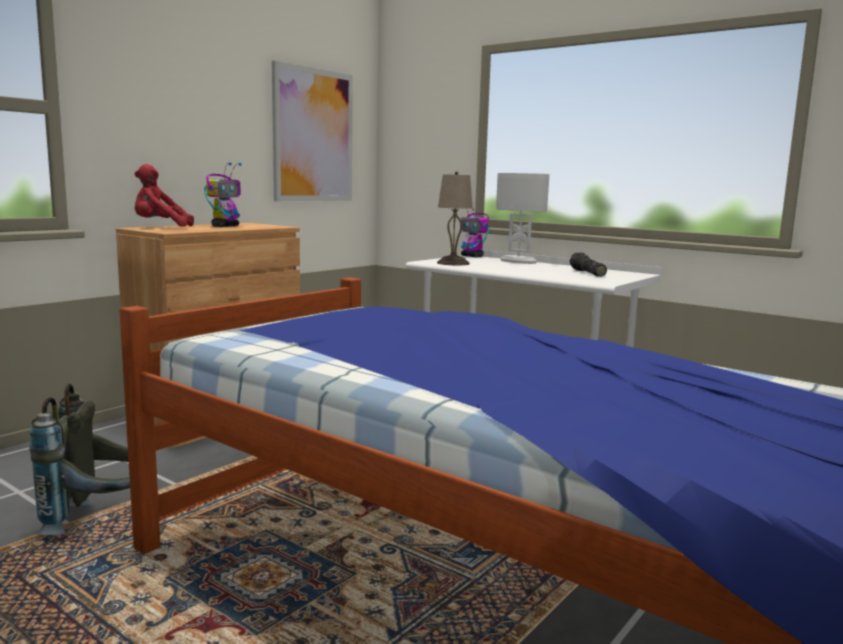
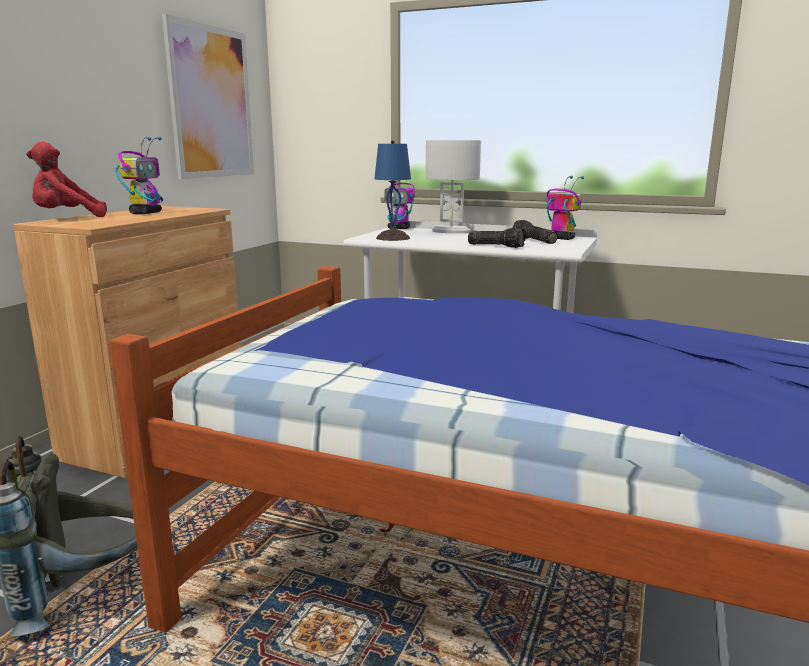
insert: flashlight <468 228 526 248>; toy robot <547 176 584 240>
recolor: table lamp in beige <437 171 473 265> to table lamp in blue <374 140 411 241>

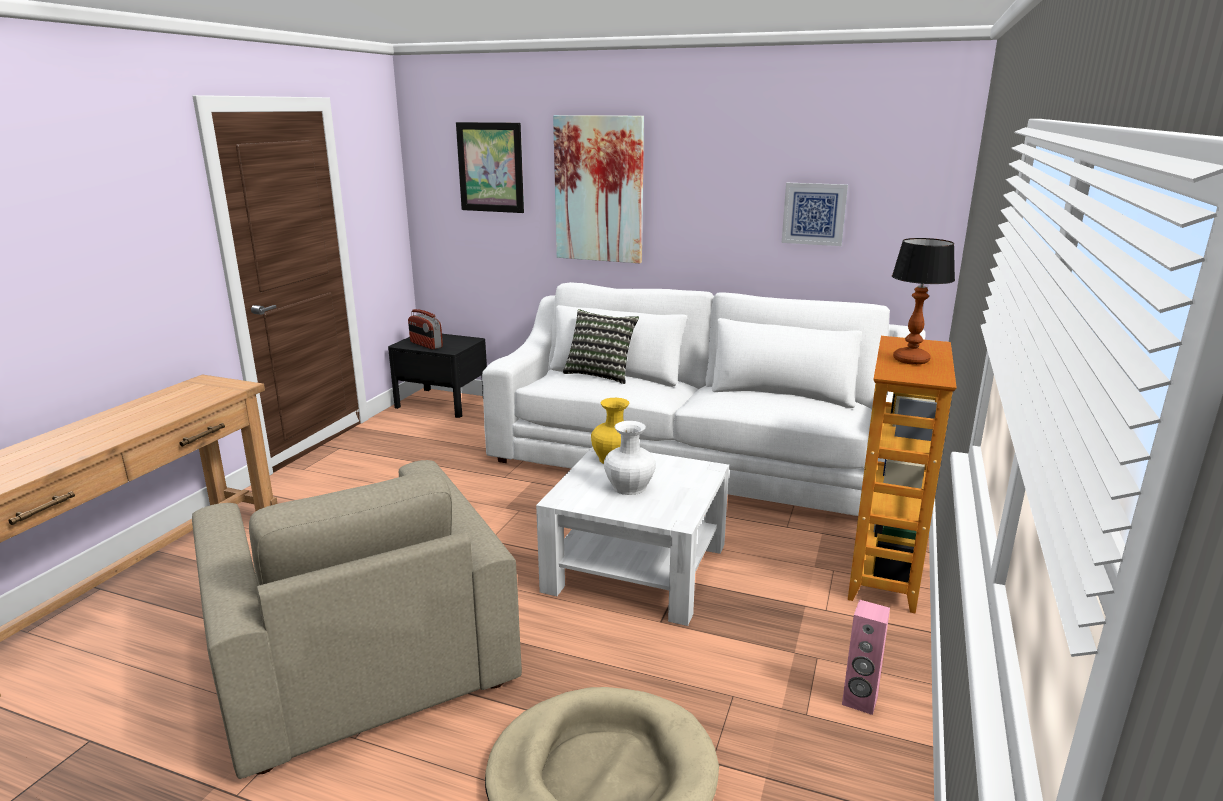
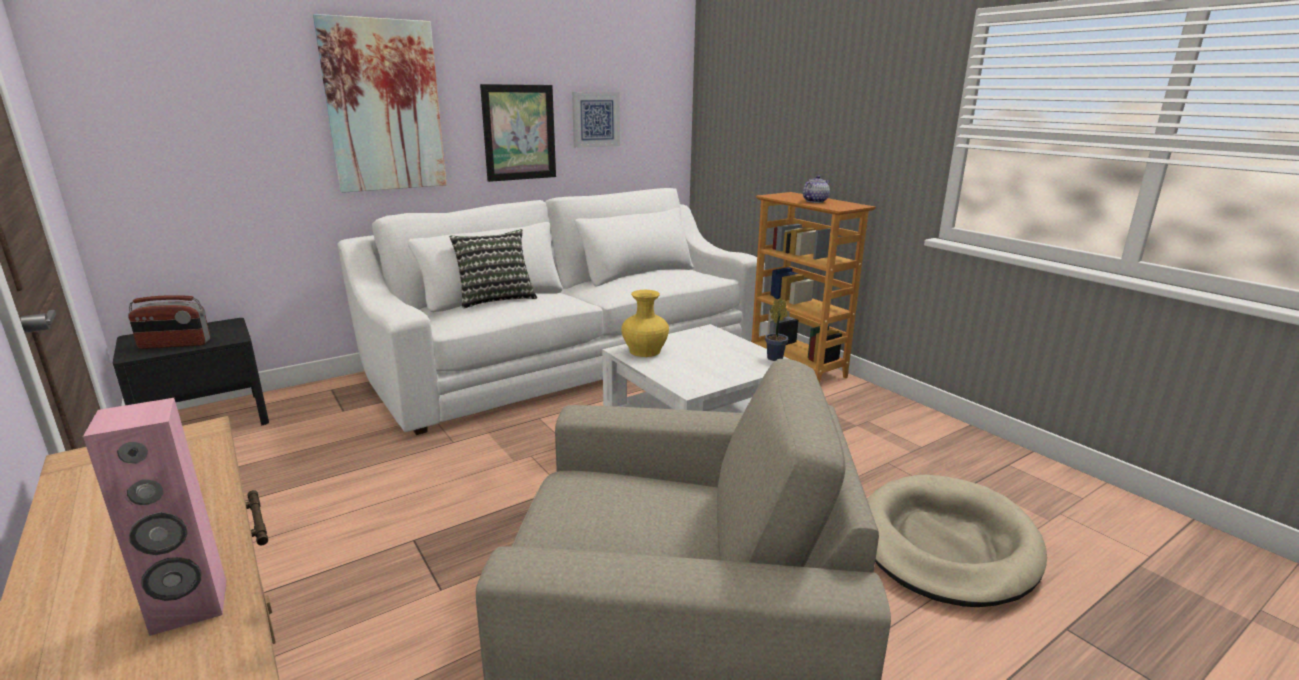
delete: vase in white <604 421 656 495>
insert: potted plant <765 298 788 361>
move: speaker in pink <842 600 890 715> to <83 398 226 636>; picture <456 122 524 213> to <480 84 556 182>
replace: table lamp <892 238 955 365> to teapot <803 175 830 203>

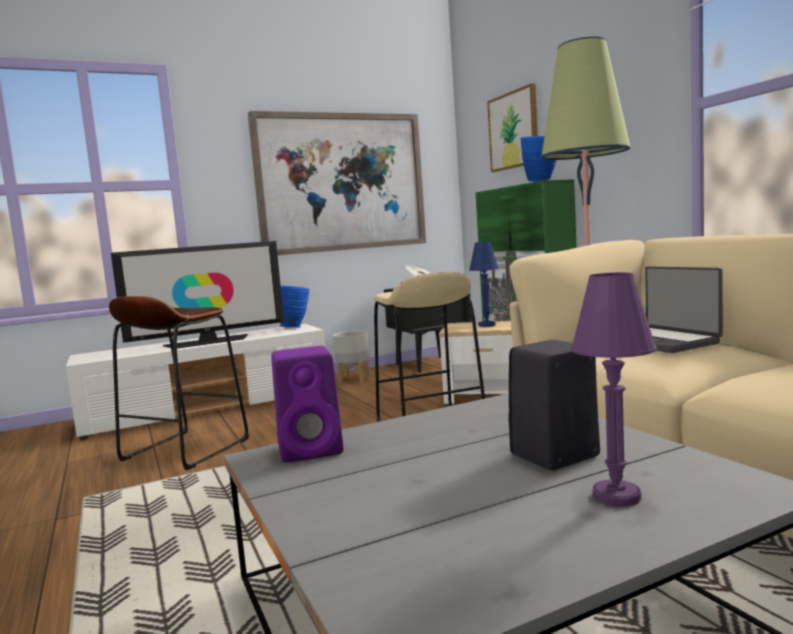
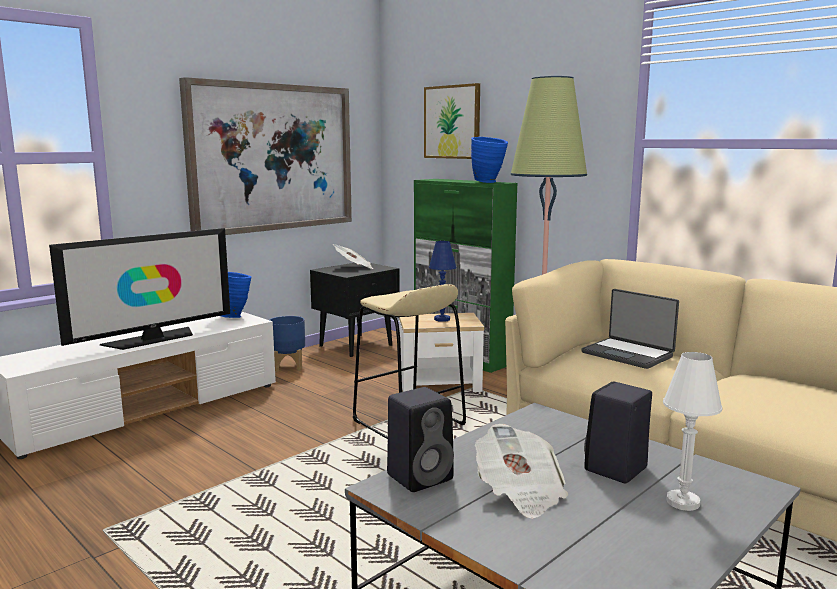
delete: stool in brown <109 296 249 470>
insert: newspaper <475 424 568 519>
recolor: planter in grey <333 331 370 384> to planter in blue <269 316 305 372>; speaker in purple <271 346 343 463> to speaker in black <387 387 454 492>; table lamp in purple <571 272 657 507> to table lamp in white <663 352 722 511>

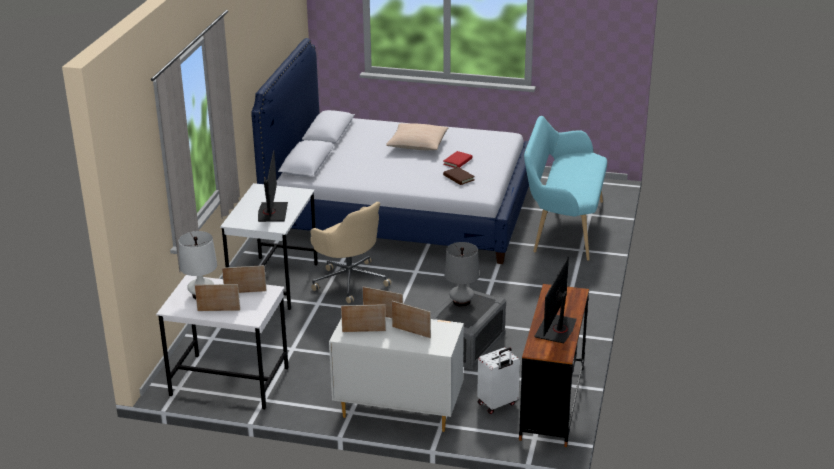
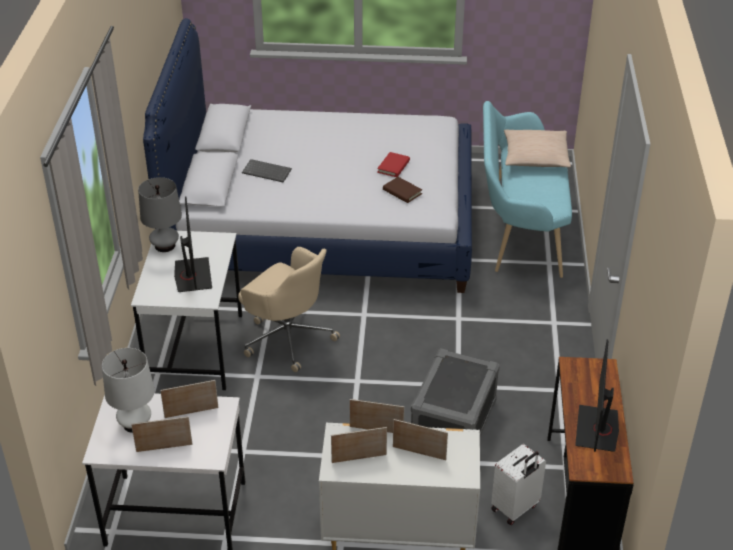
insert: keyboard <242 159 292 182>
move: table lamp in grey <445 242 479 307> to <138 177 182 252>; pillow in beige <386 123 448 150> to <504 130 571 167>

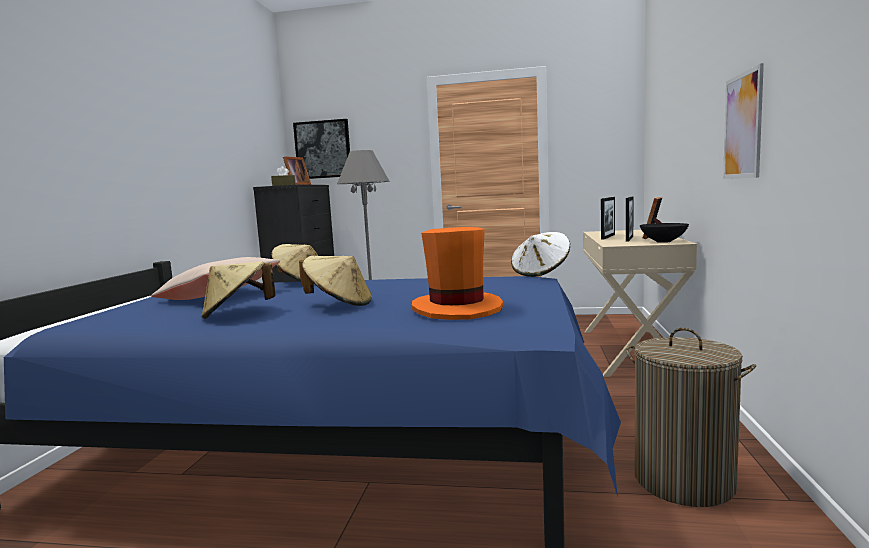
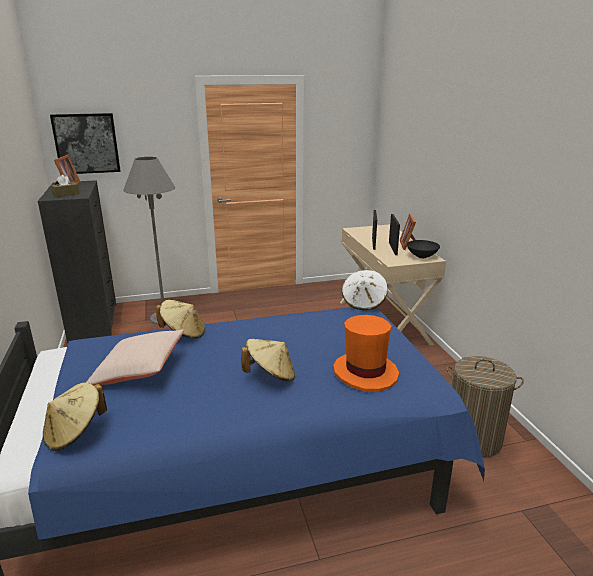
delete: picture <723 63 764 179>
move: hat in beige <201 261 276 319> to <43 382 107 451>

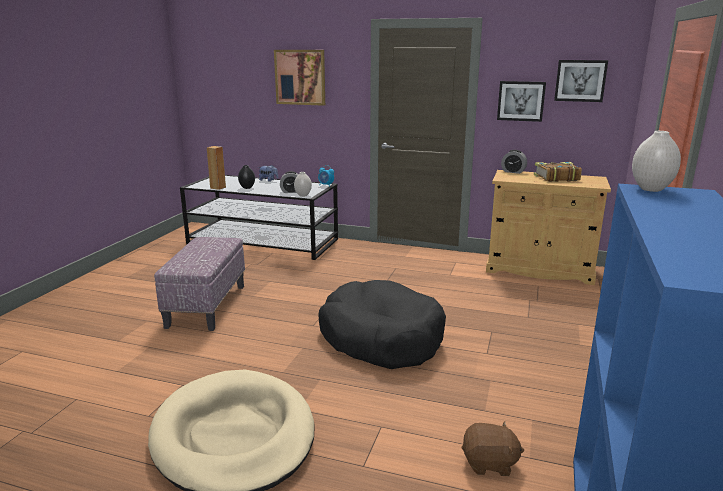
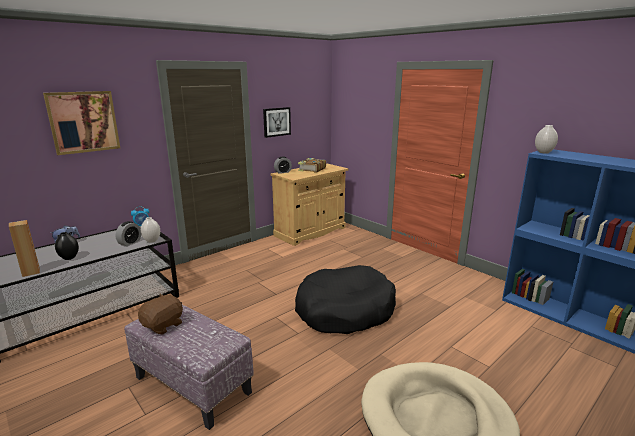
delete: picture <554 60 608 102>
move: plush toy in brown <462 422 524 476> to <138 294 183 335>

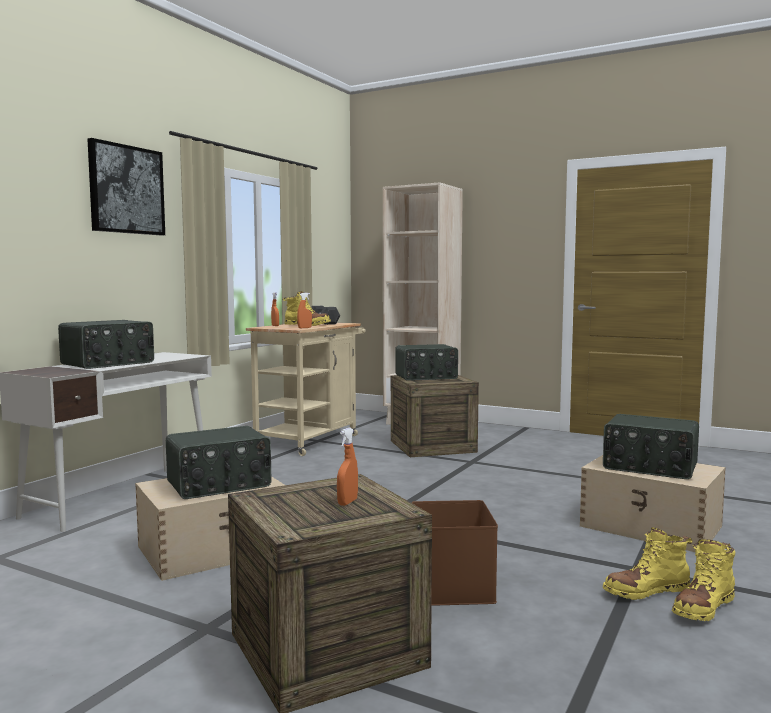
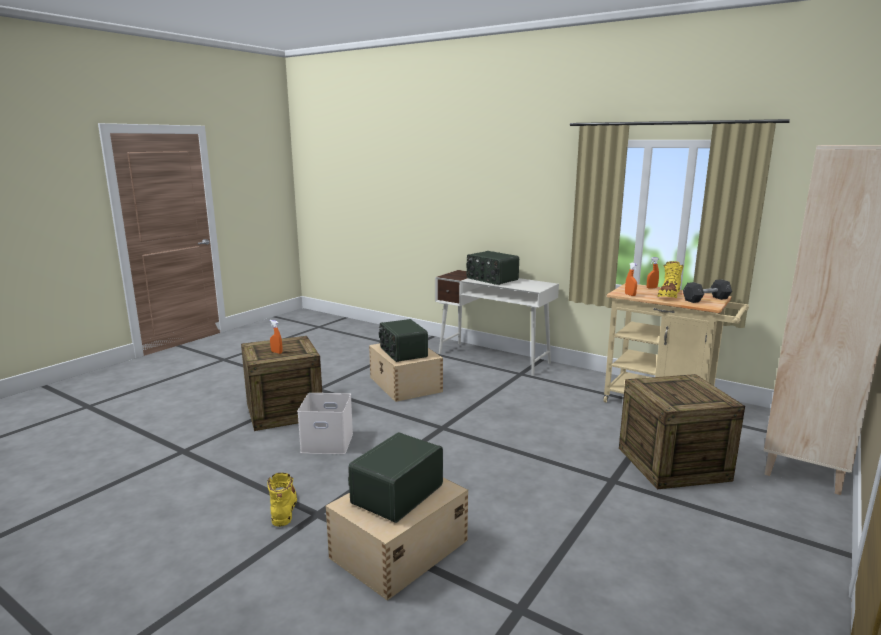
delete: picture <87 138 165 236>; radio <395 344 458 381>; boot in yellow <672 539 735 621>
recolor: storage box in brown <412 500 498 606> to storage box in white <297 393 353 454>

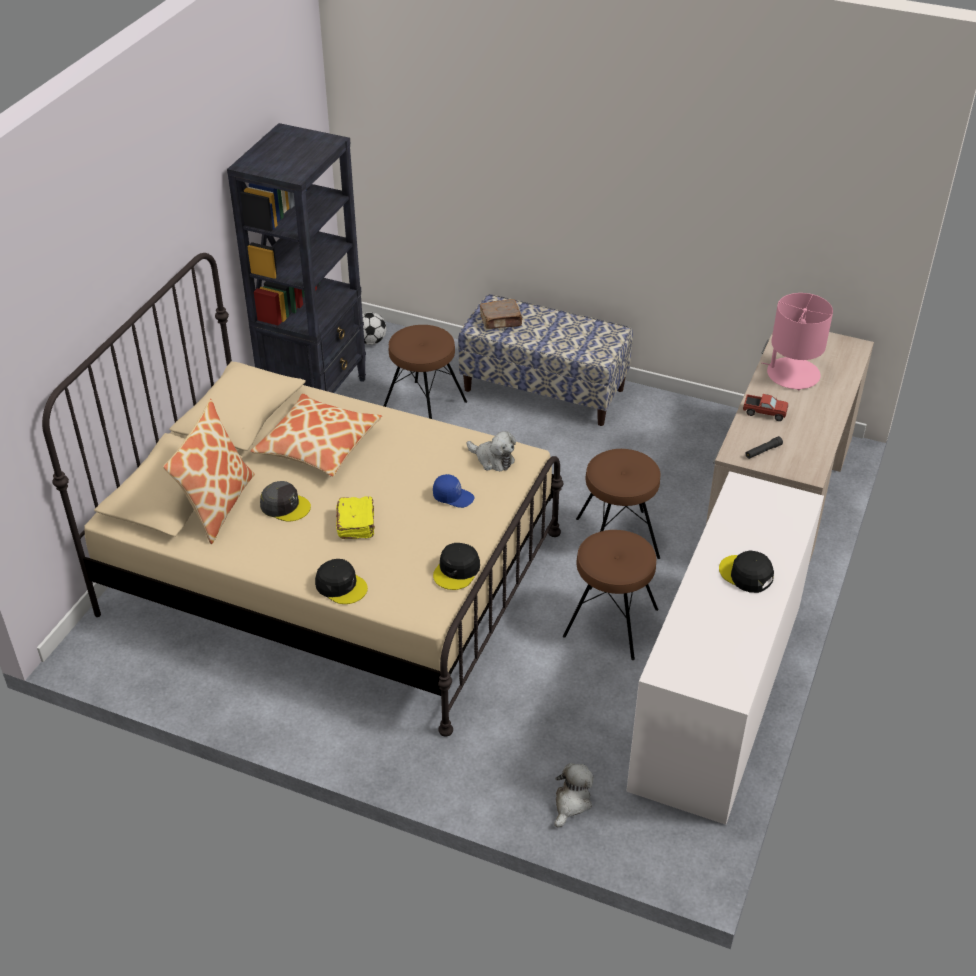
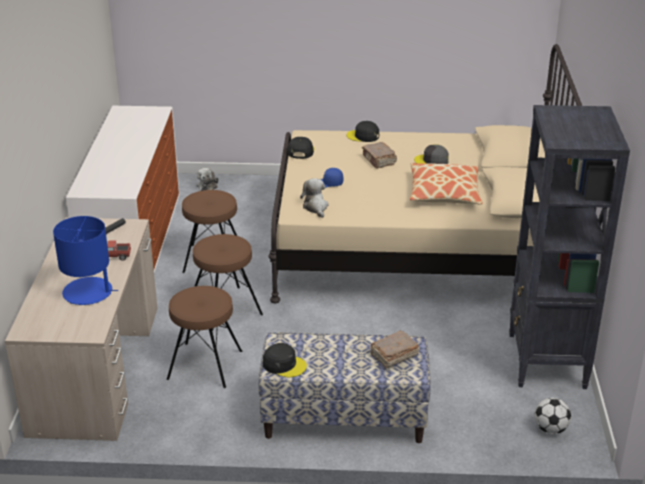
delete: pillow <163 399 255 544>
move: stool in brown <384 325 467 419> to <167 286 242 388>; cap in black <719 550 774 593> to <263 343 307 377>
recolor: table lamp in pink <761 293 833 390> to table lamp in blue <53 216 118 305>; book in yellow <336 496 375 539> to book in brown <362 142 397 168>
rotate: plush toy <467 431 516 471> = <300 178 328 218> 60 degrees clockwise

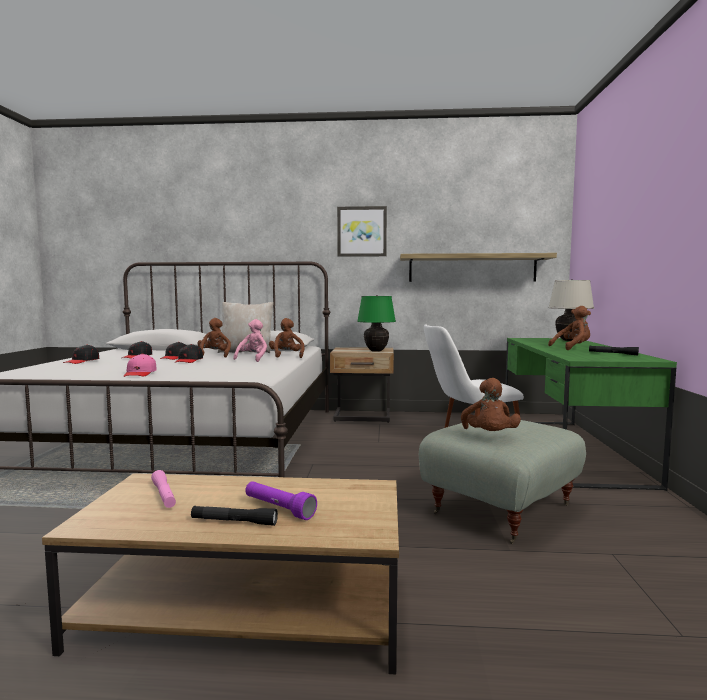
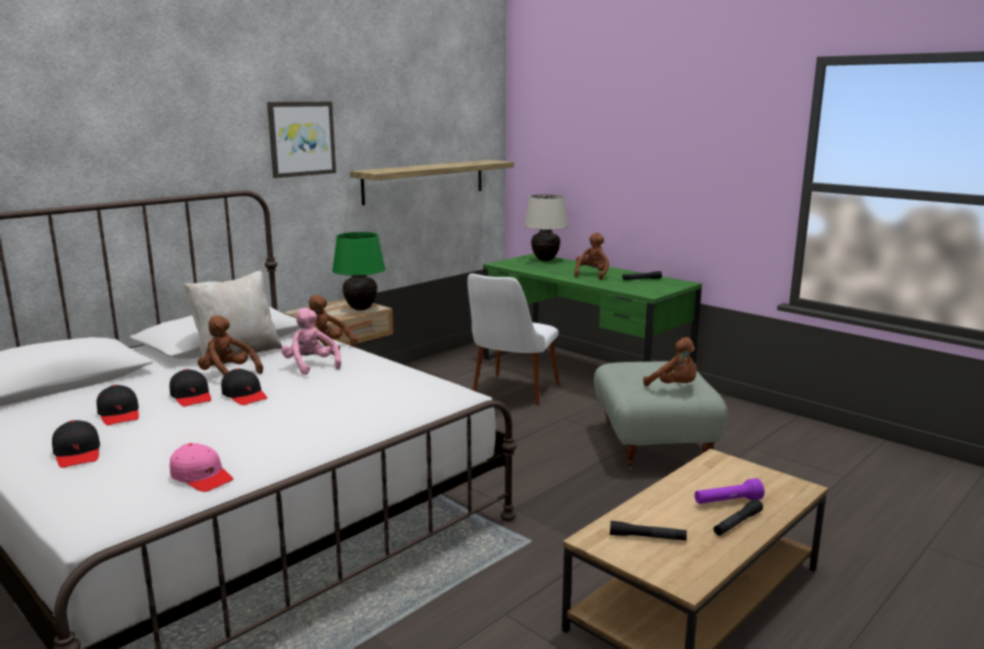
move: cap in pink <124 354 157 377> to <170 443 233 492>
recolor: flashlight in pink <151 470 176 508> to flashlight in black <610 521 687 541>

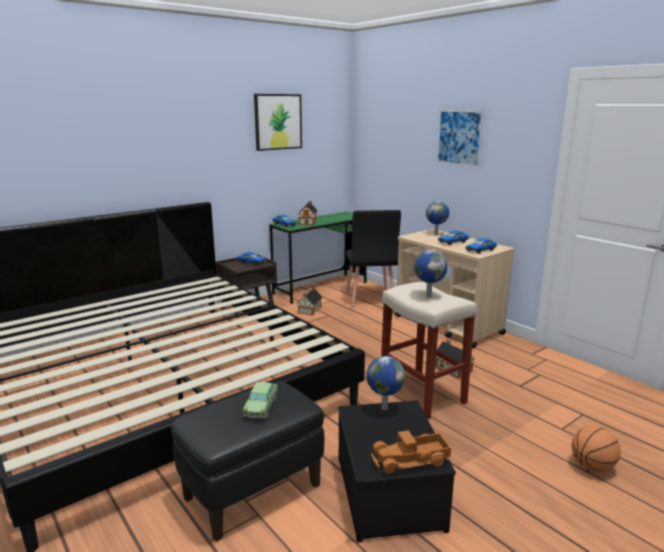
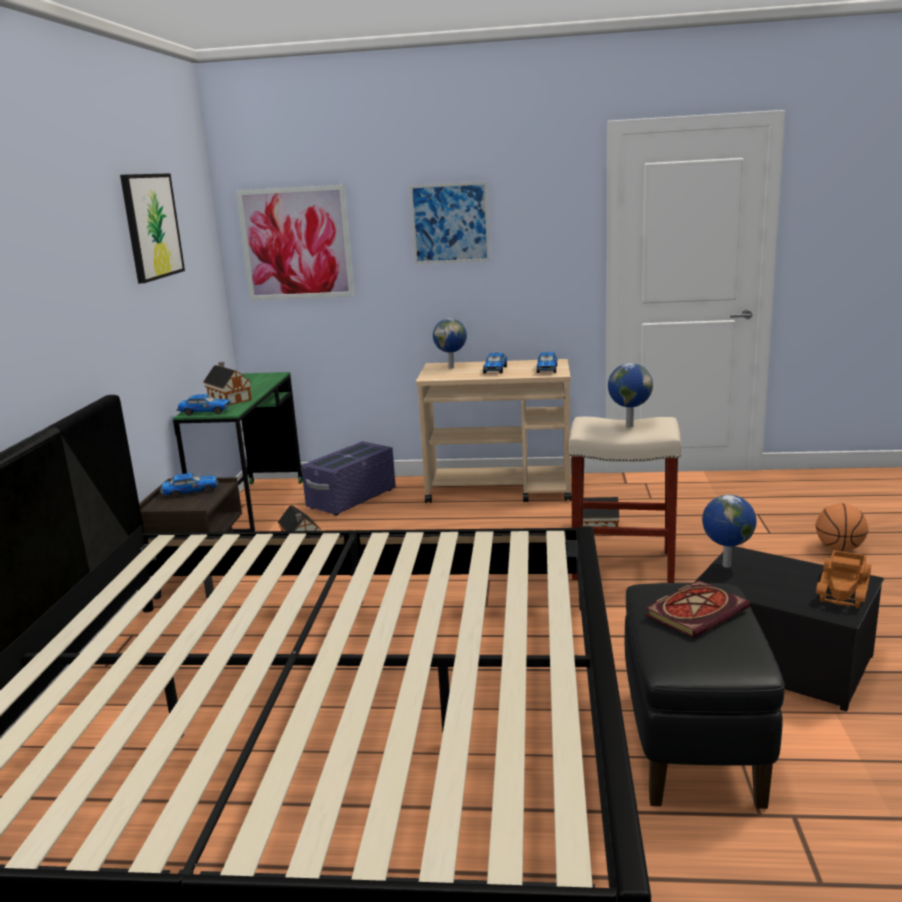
insert: picture <236 185 354 301>
replace: chair in black <345 210 401 309> to storage box in purple <301 441 396 516>; toy car <242 382 278 419> to book <645 580 750 638>

